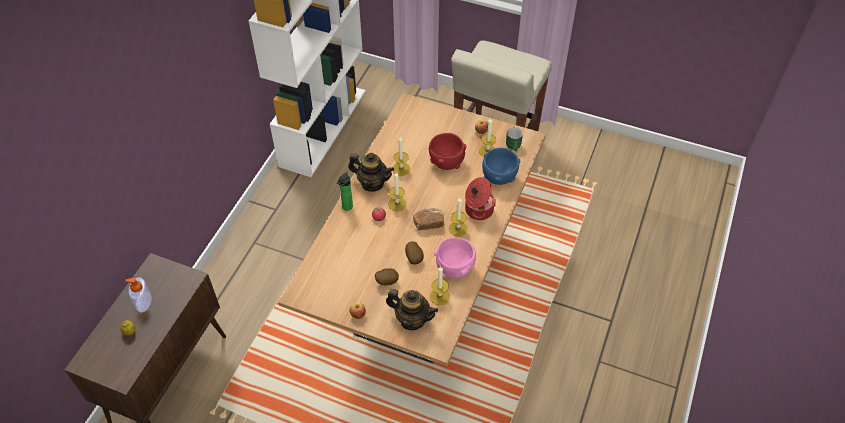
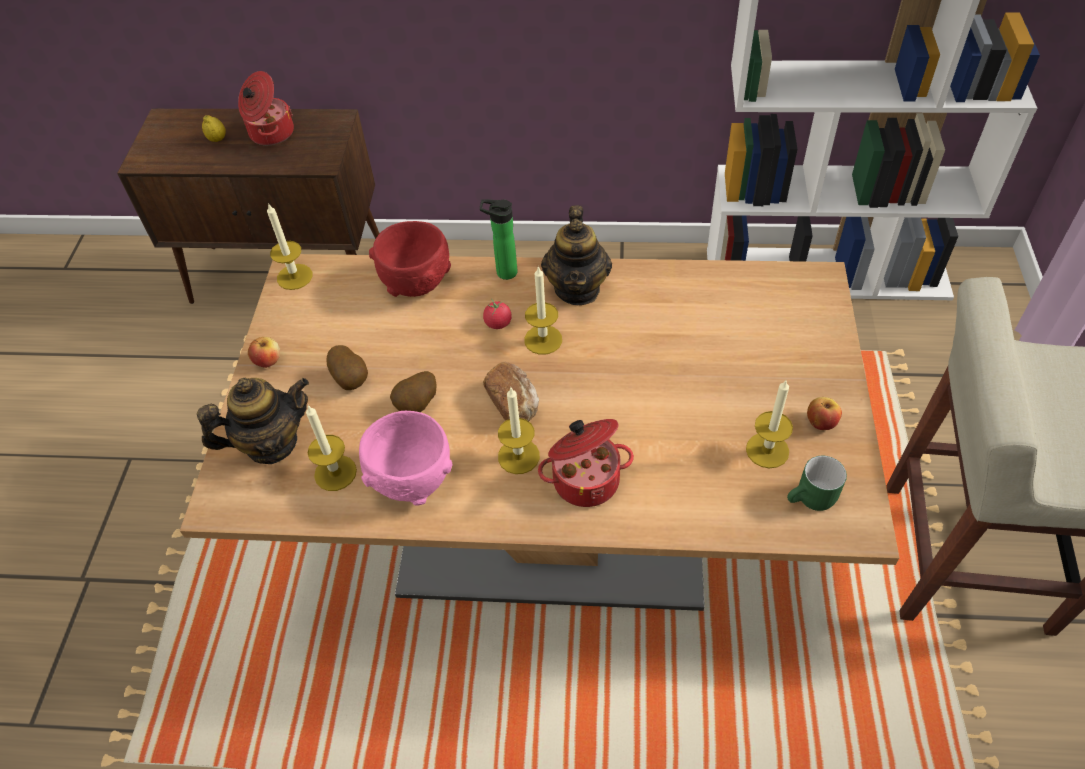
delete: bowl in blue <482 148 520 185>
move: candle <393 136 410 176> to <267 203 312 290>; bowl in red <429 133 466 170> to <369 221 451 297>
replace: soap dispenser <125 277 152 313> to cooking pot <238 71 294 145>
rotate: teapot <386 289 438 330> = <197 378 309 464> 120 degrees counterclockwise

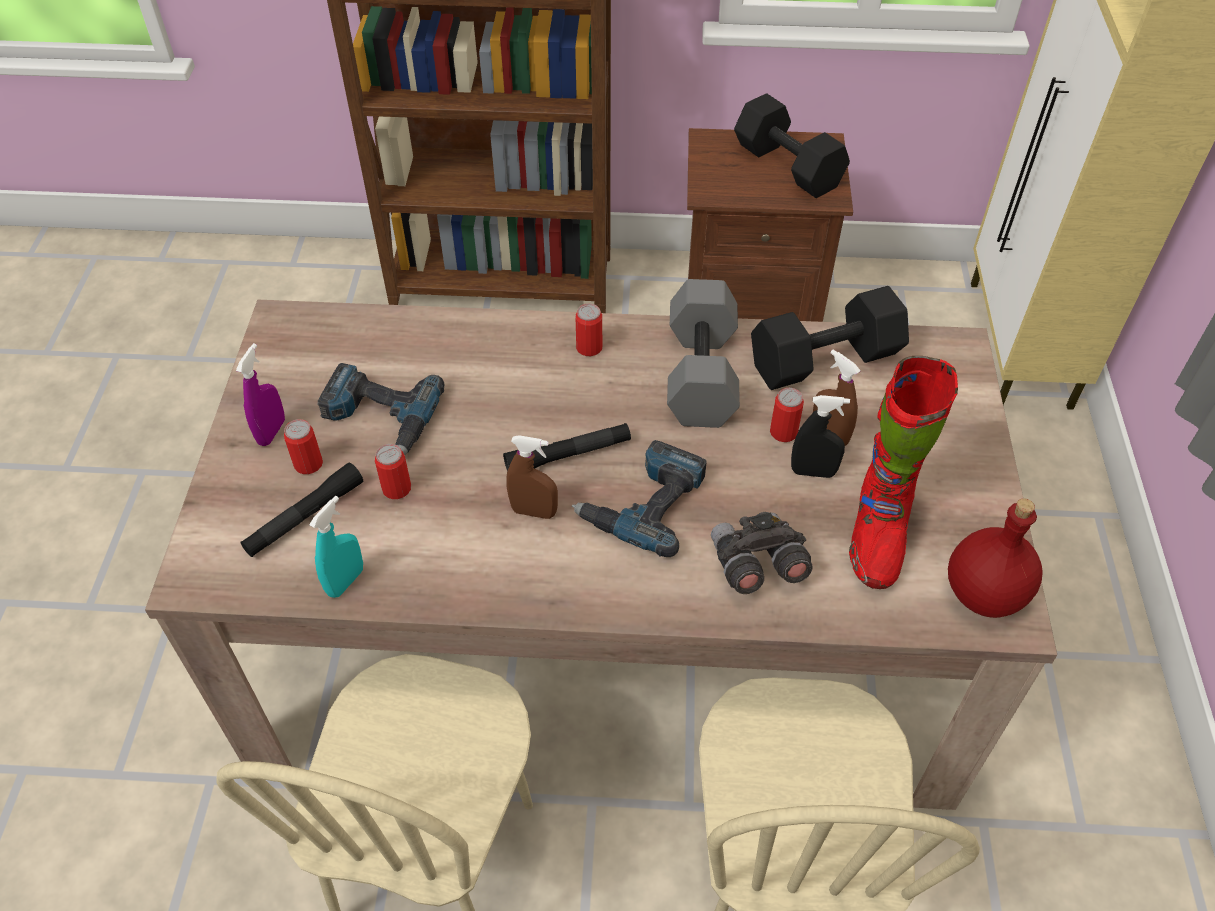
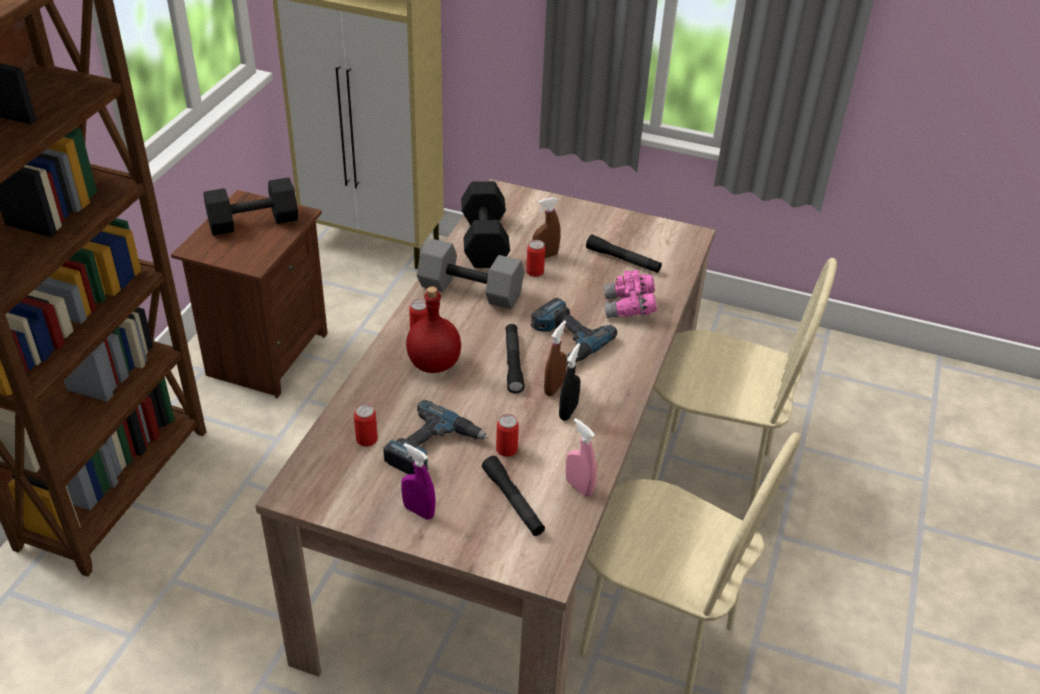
move: can <284 419 323 474> to <354 404 378 447>; bottle in red <948 498 1043 618> to <406 286 461 373>; spray bottle in black <791 395 850 478> to <559 343 581 421>
replace: boot in red <849 356 958 589> to flashlight in black <586 235 662 273>
recolor: spray bottle in turquoise <309 496 363 598> to spray bottle in pink <566 418 597 497>; binoculars in grey <711 512 813 594> to binoculars in pink <604 270 657 318>

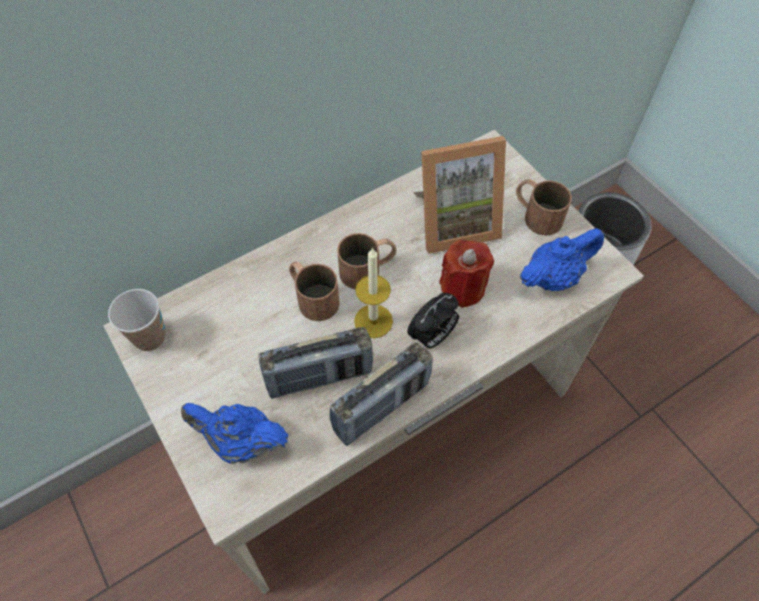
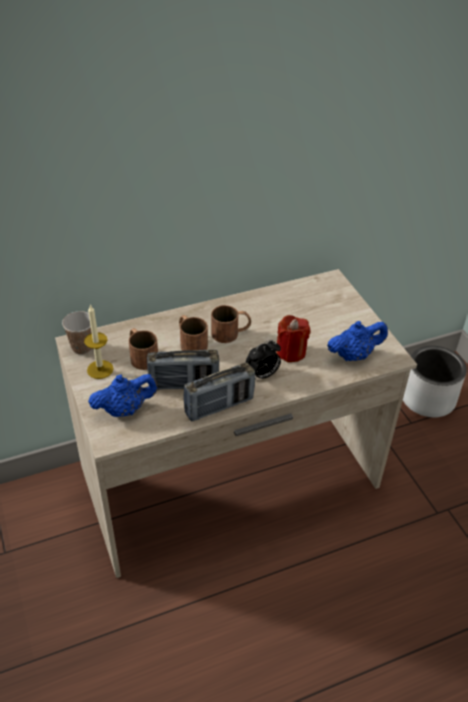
delete: picture frame <413 136 506 254>
move: candle <354 247 393 338> to <84 304 114 379>; mug in brown <516 179 572 236> to <129 328 158 370>
rotate: teapot in blue <181 403 288 464> = <88 374 158 417> 135 degrees clockwise

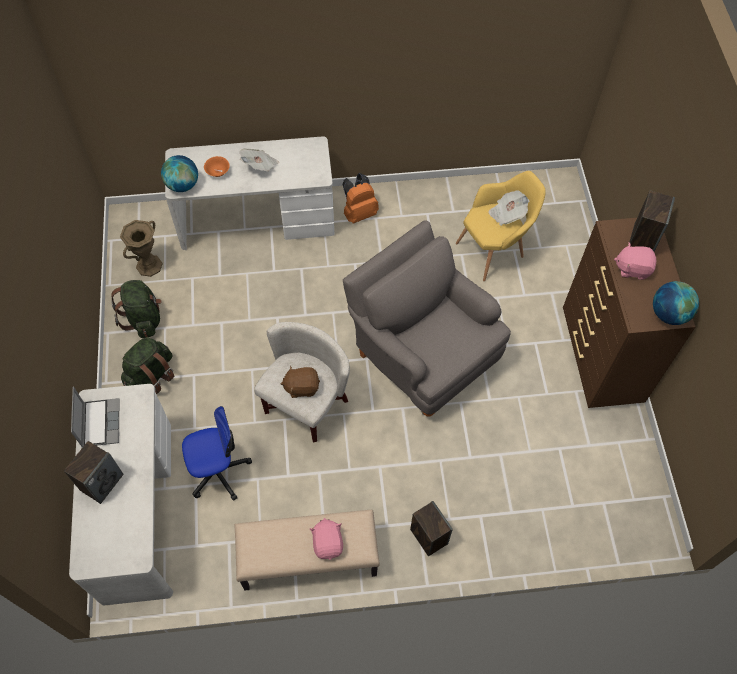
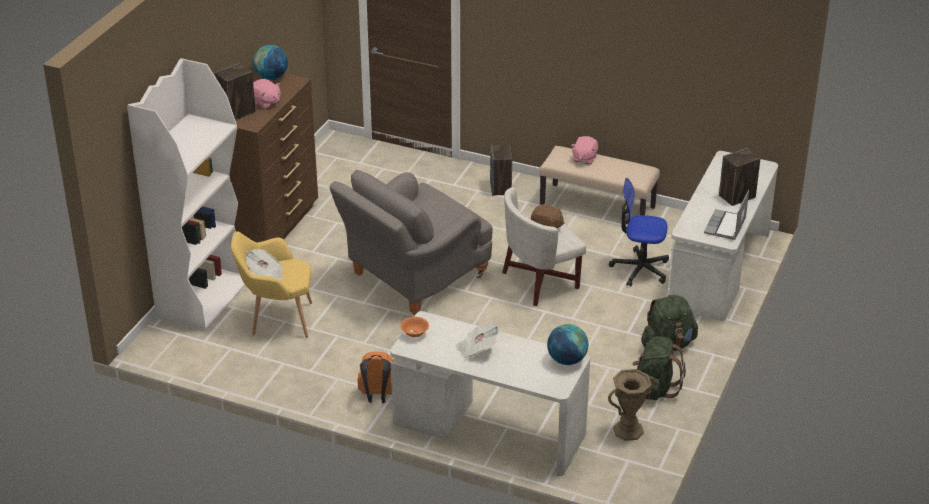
insert: bookcase in white <127 58 250 332>
move: bowl in orange <204 156 230 177> to <400 317 429 337>
rotate: armchair in grey <343 220 511 417> = <330 170 492 315> 60 degrees clockwise

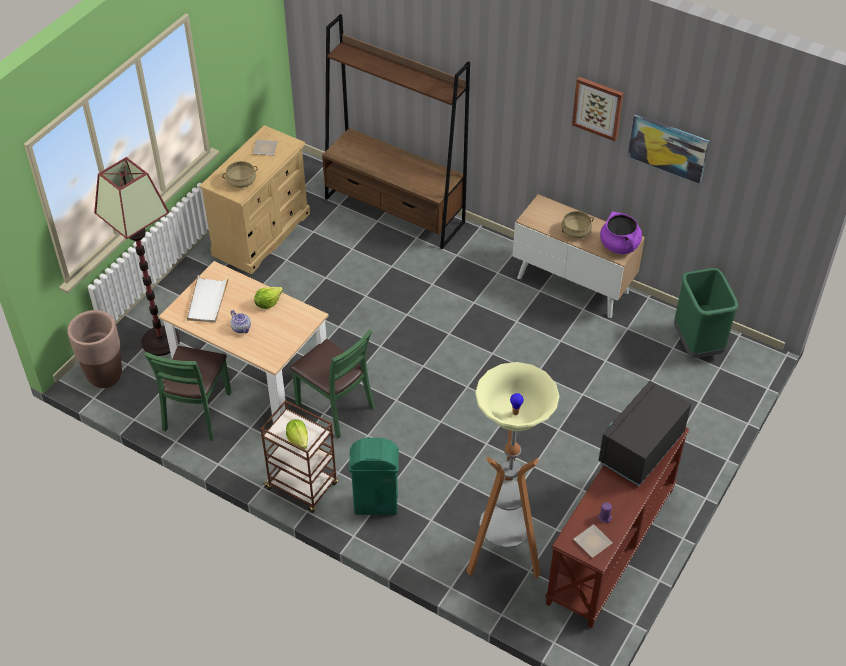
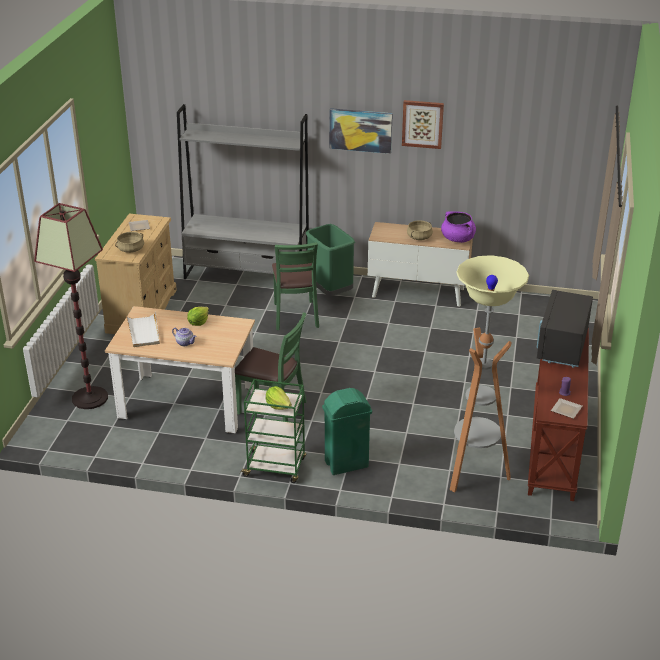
delete: planter in brown <67 310 122 388>
move: chair in green <144 346 231 441> to <272 242 319 330>; trash can in green <674 268 738 358> to <306 224 355 296>; picture <628 114 710 184> to <329 108 393 154>
recolor: bookcase in brown <322 14 470 249> to bookcase in grey <177 104 309 279>; cart in brown <261 400 338 513> to cart in green <240 379 306 483>

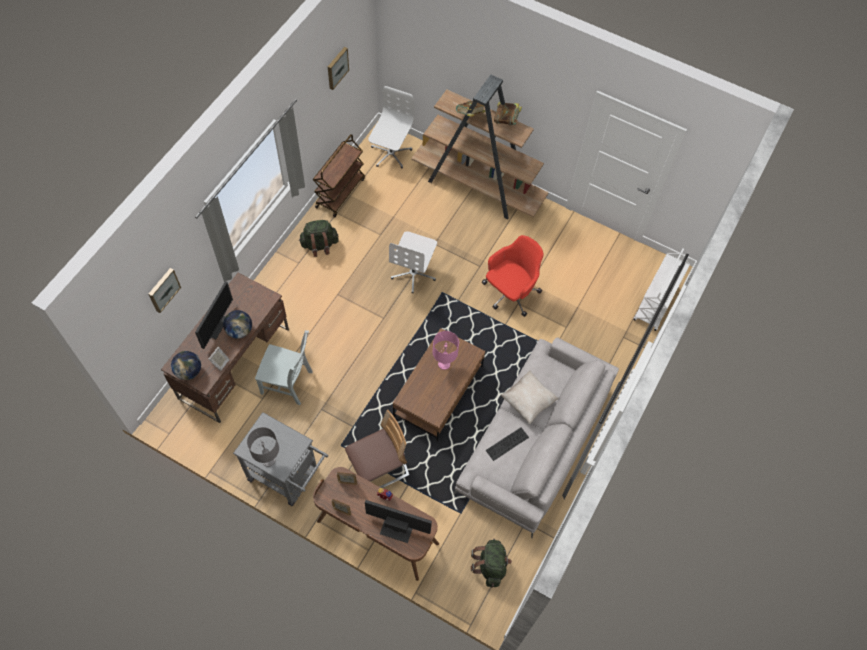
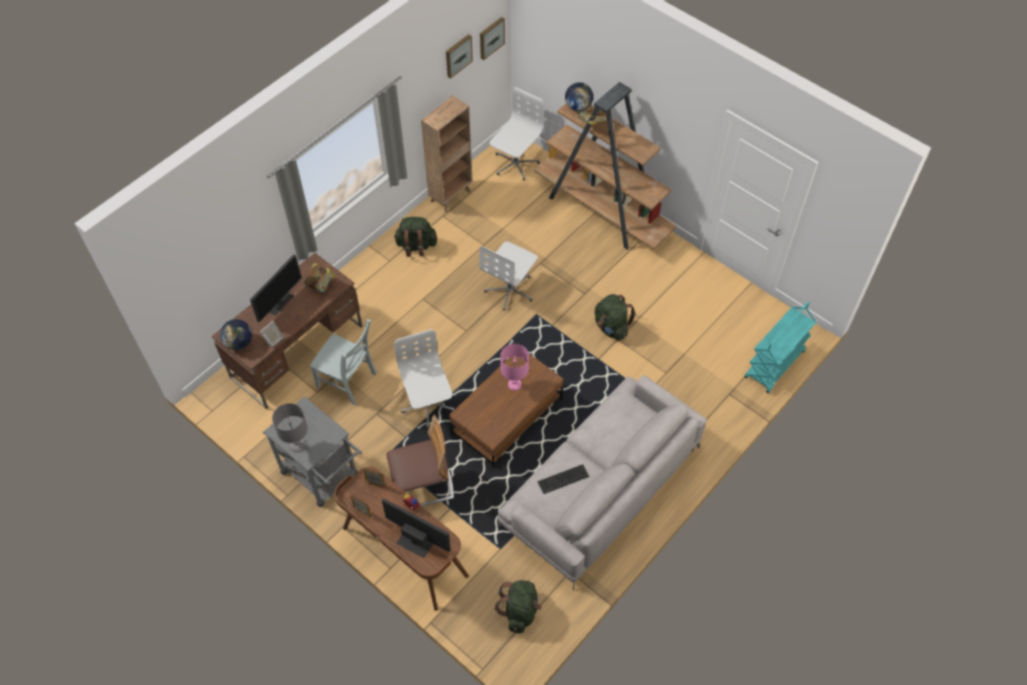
delete: pillow in beige <501 371 559 424>
insert: office chair in white <394 329 455 429>
move: book <494 102 522 125> to <304 263 336 292>; picture <149 268 181 313> to <480 17 505 60>; globe <223 310 252 339> to <565 82 593 111>
replace: cart in brown <313 134 365 217> to bookcase in brown <421 95 473 212>; office chair in red <482 235 544 317> to backpack in green <594 294 635 341>
recolor: cart in white <633 249 690 331> to cart in turquoise <744 301 816 393>

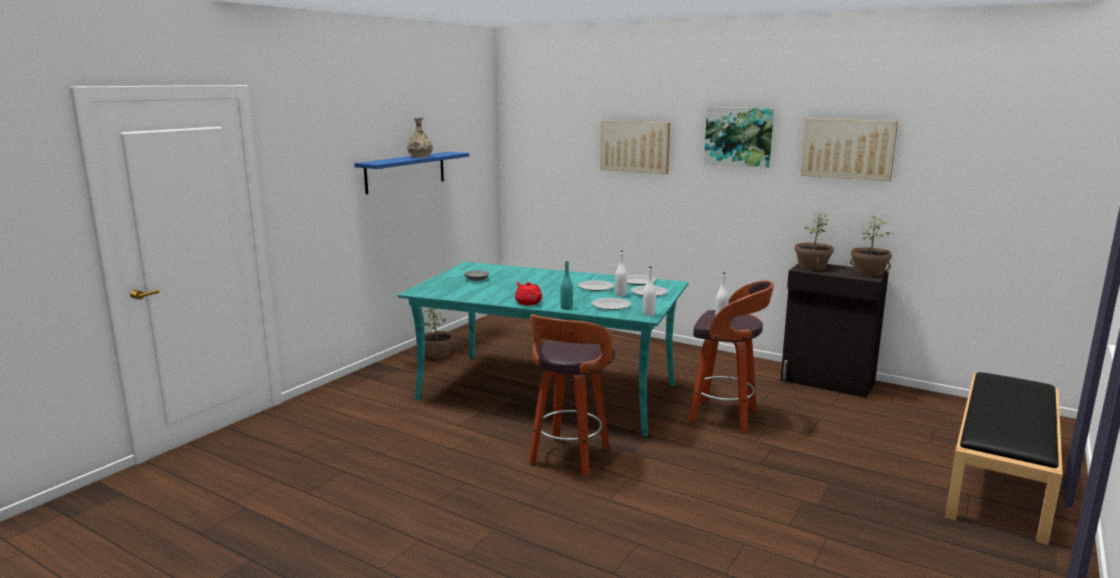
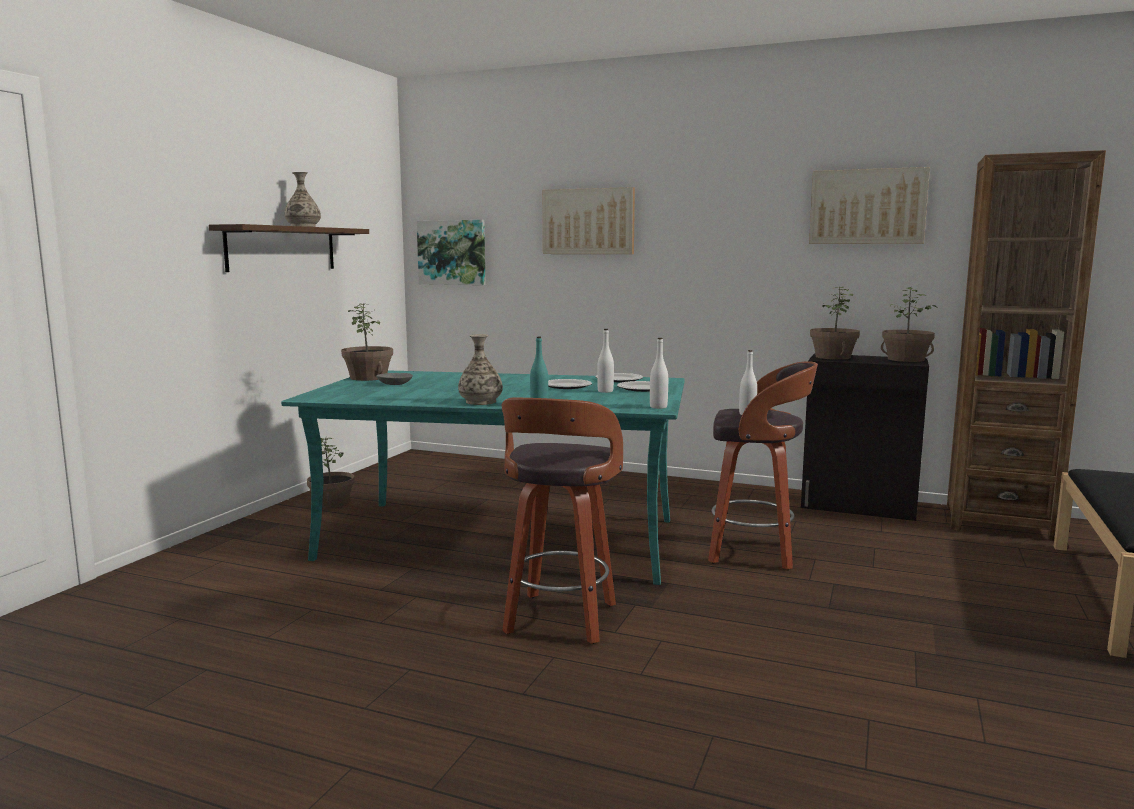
delete: plate <592 298 631 310>
insert: potted plant <341 303 393 381>; bookcase in brown <947 150 1106 541>
move: picture <704 107 774 168> to <417 220 486 285>
replace: teapot in red <515 282 542 305> to vase <458 334 503 405>
recolor: shelf in blue <354 152 469 195> to shelf in brown <209 224 369 272>

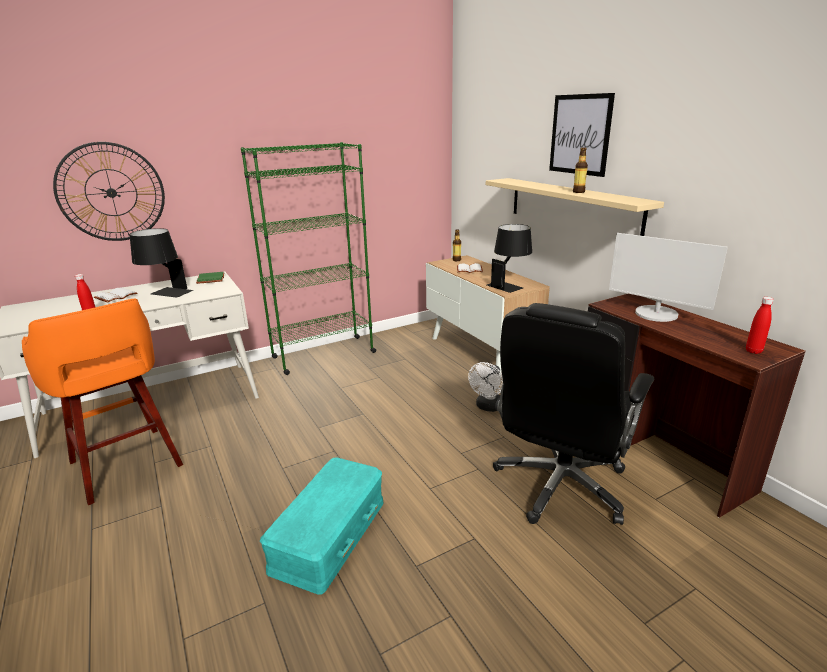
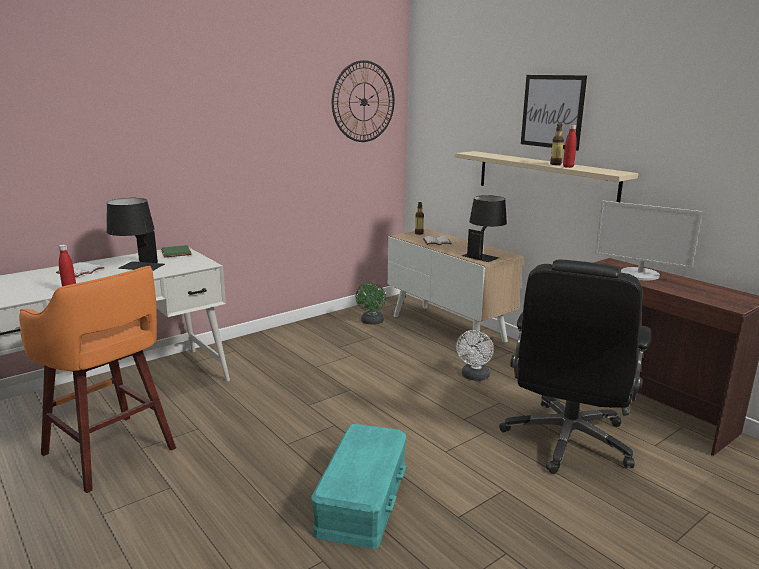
delete: bookcase in green <241 142 376 375>
insert: fan in green <356 282 386 325>
move: wall clock <53 142 165 241> to <332 60 395 142>; bottle in red <746 297 774 354> to <563 125 577 168>

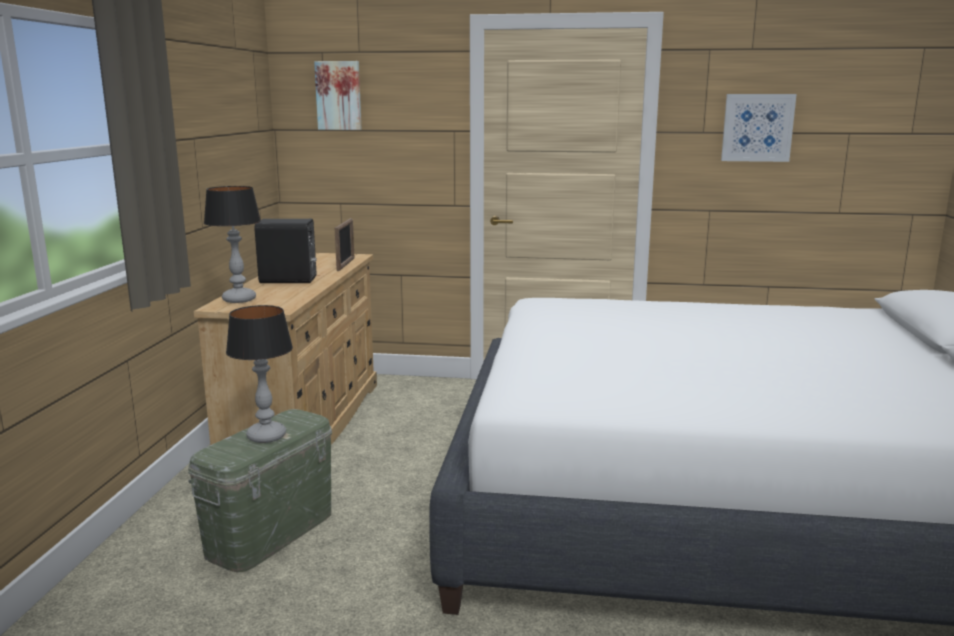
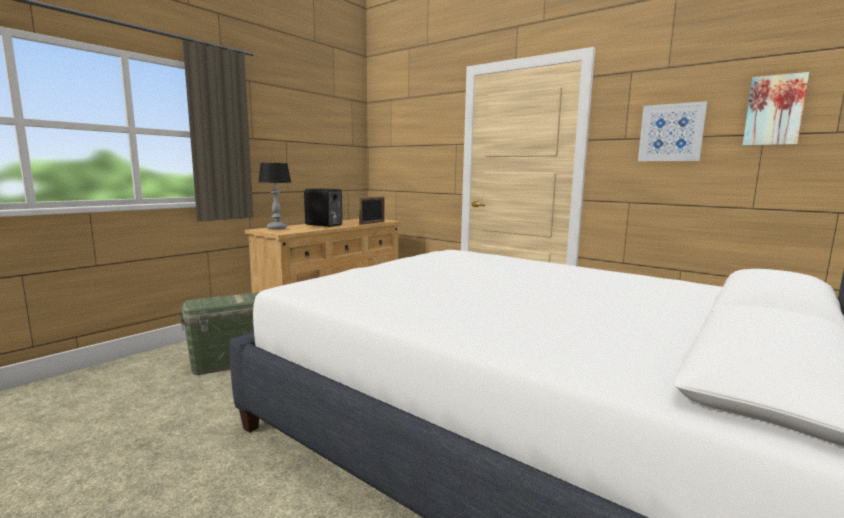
delete: table lamp <226 305 293 443>
move: picture <314 61 362 130> to <743 72 810 146>

